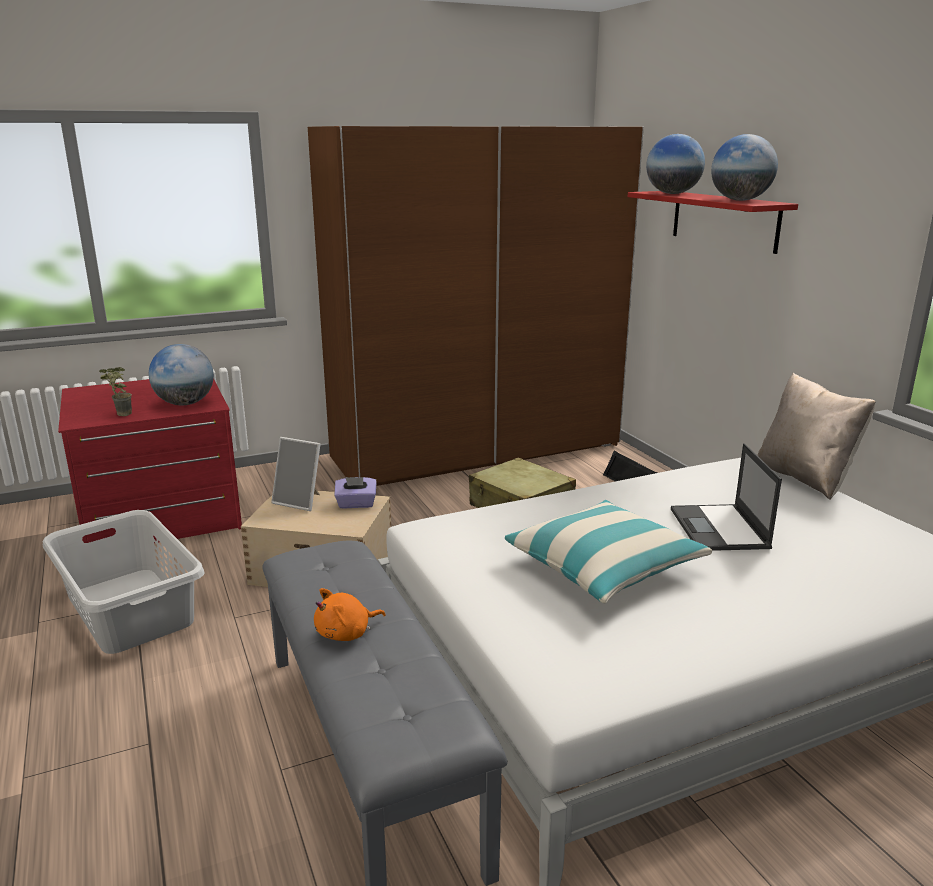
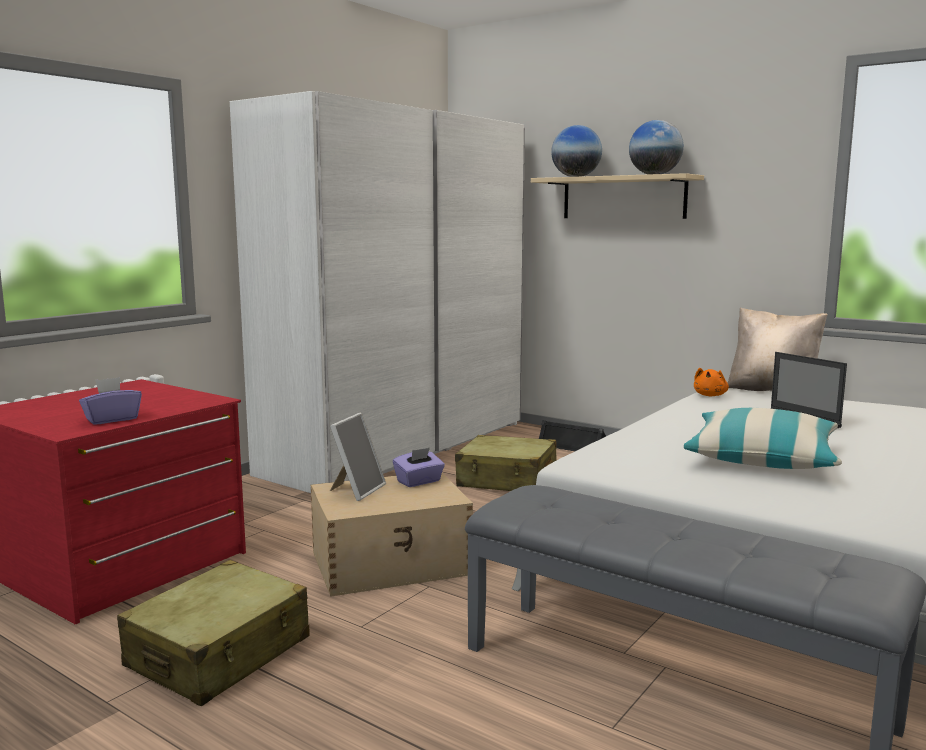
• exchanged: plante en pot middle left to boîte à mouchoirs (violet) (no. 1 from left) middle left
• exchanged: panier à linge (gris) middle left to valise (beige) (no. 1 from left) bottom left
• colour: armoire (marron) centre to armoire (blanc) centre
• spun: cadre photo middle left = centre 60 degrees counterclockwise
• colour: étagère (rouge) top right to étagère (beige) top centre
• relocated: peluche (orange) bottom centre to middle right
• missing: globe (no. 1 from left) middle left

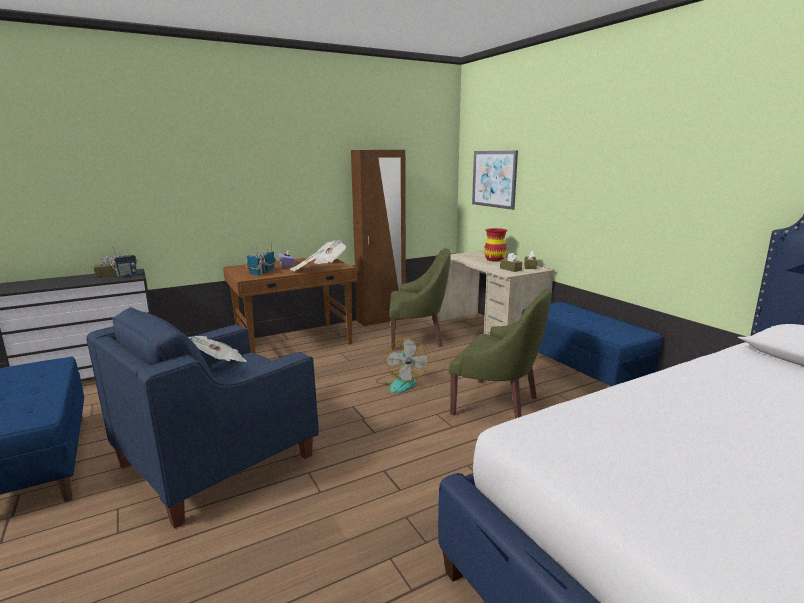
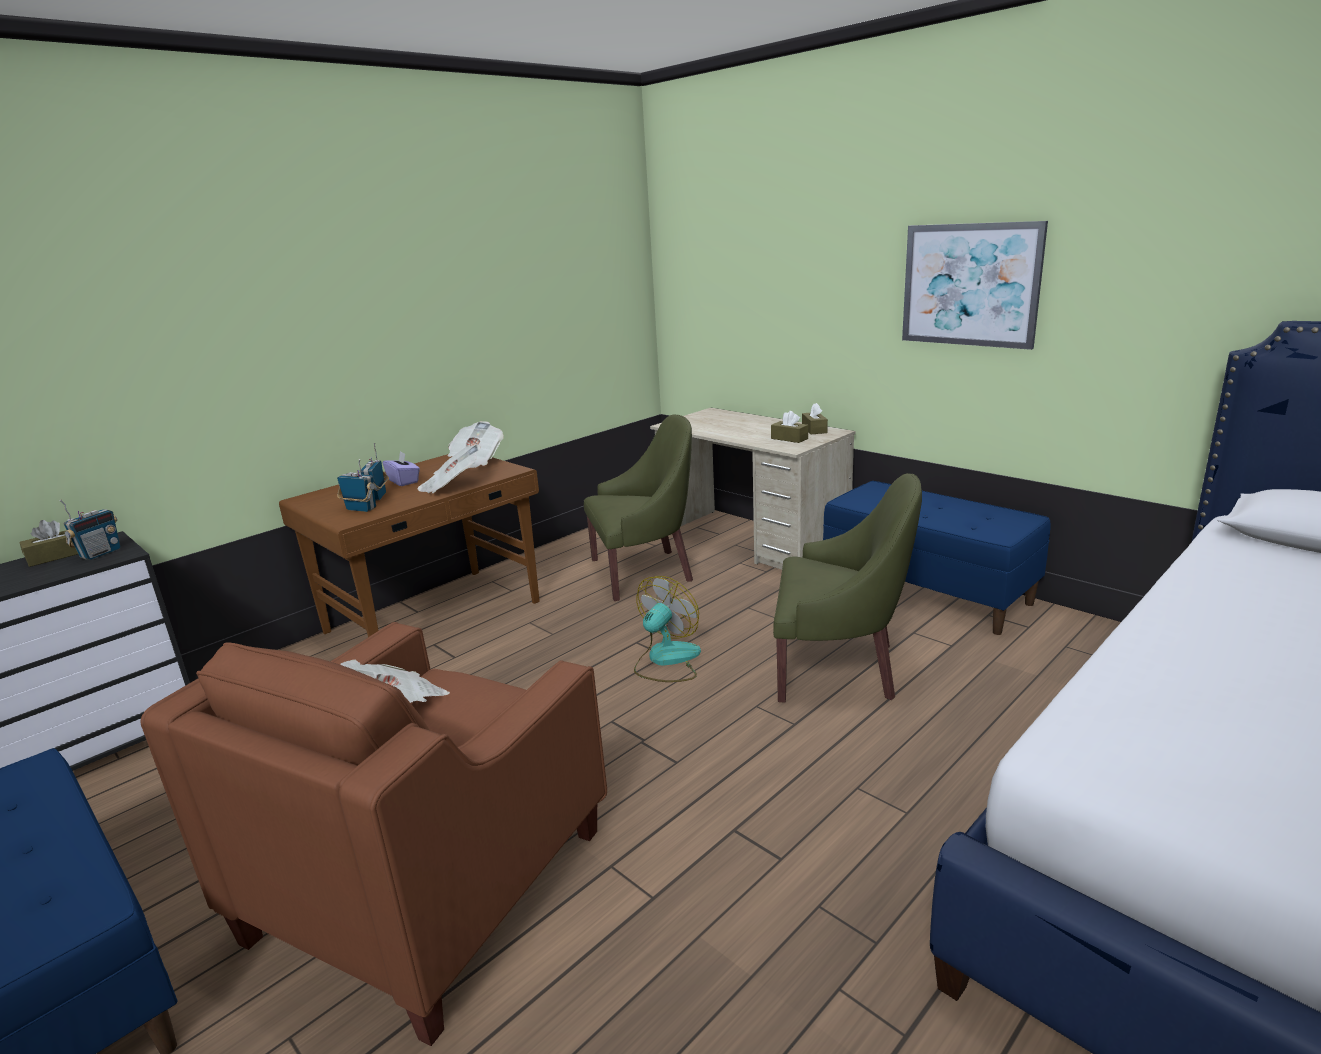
• colour: fauteuil (bleu) bottom left to fauteuil (marron) bottom left
• spun: ventilateur centre = centre 120 degrees counterclockwise
• relocated: tableau top centre to top right
• missing: armoire (marron) centre
• missing: vase (rouge) centre

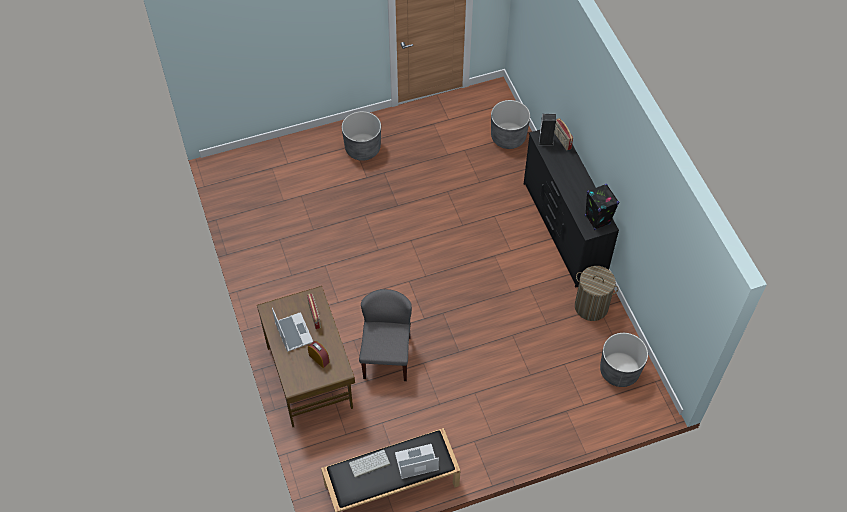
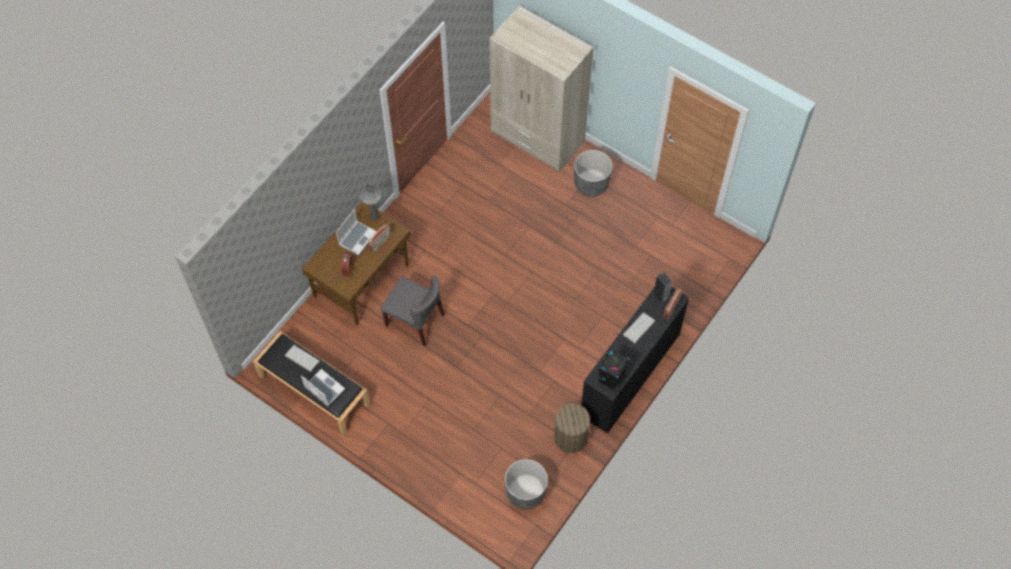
• appeared: lampe de table (gris) centre
• spun: chaise (gris) centre = centre 60 degrees clockwise
• appeared: armoire (beige) top centre
• appeared: clavier (no. 2 from left) centre
• missing: cache-pot (gris) (no. 2 from left) top centre

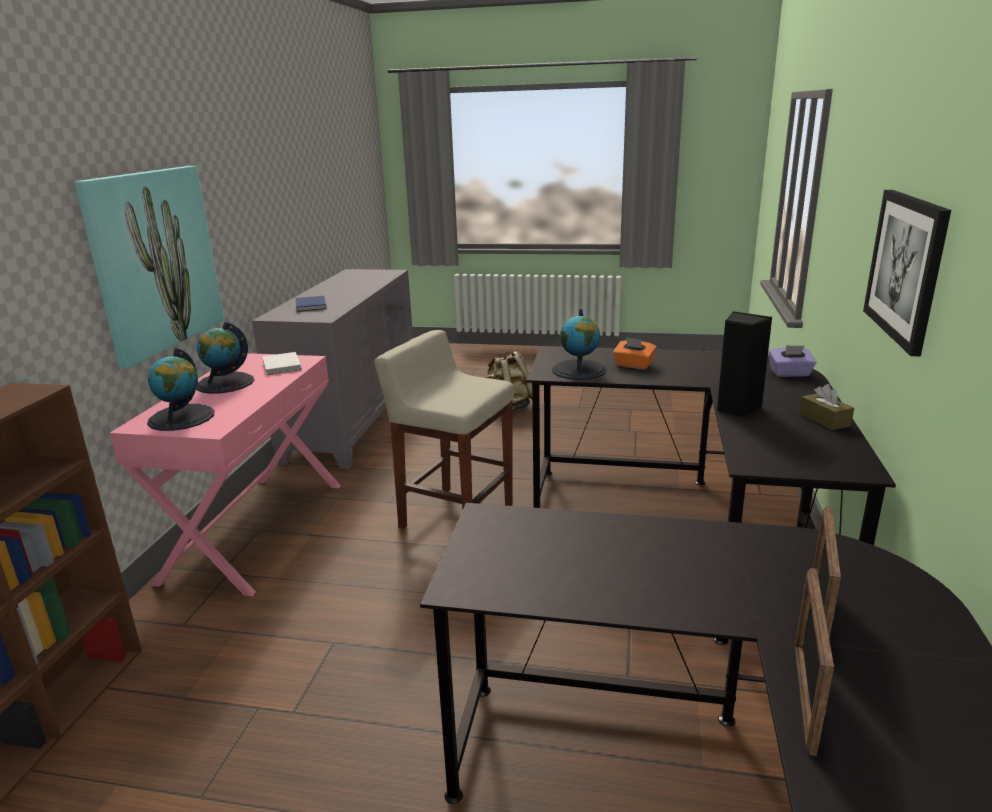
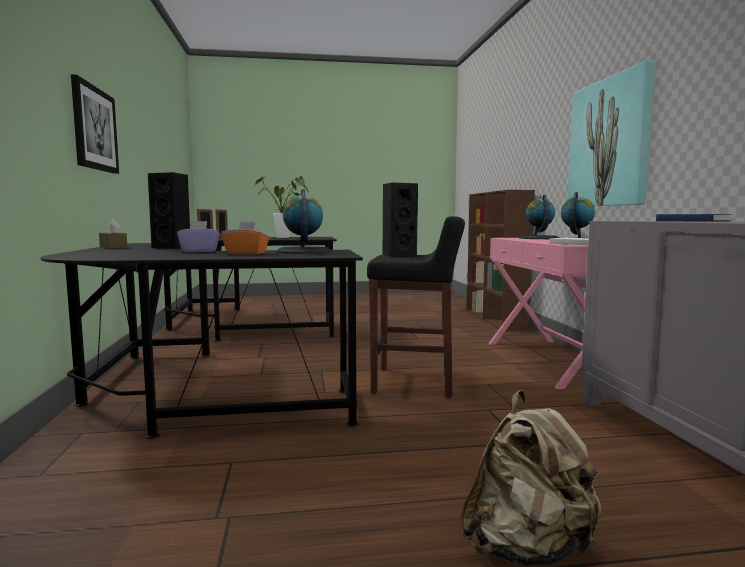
• relocated: boîte à mouchoirs (violet) middle right to middle left
• appeared: plante en pot centre
• colour: tabouret (beige) centre to tabouret (noir) centre
• appeared: enceinte (noir) (no. 2 from left) centre

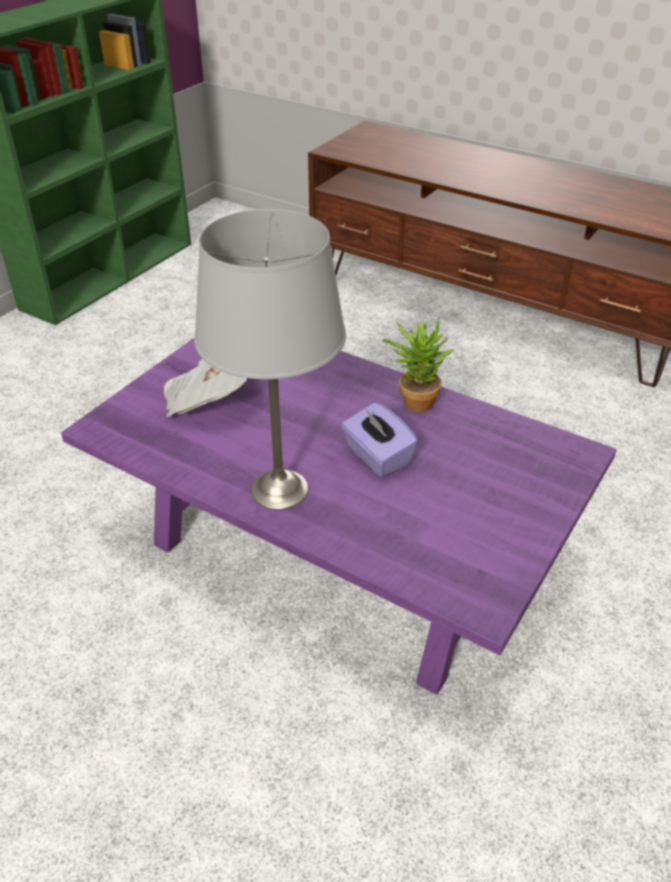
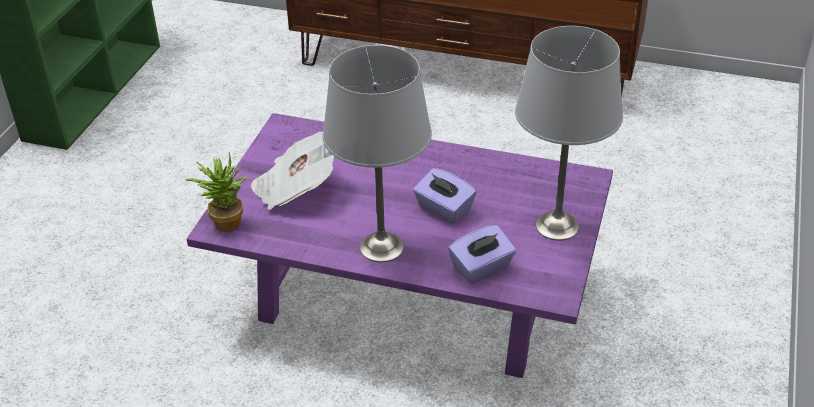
• relocated: plante en pot centre to middle left
• appeared: boîte à mouchoirs (violet) (no. 2 from left) centre
• appeared: lampe de table (gris) (no. 2 from left) top right

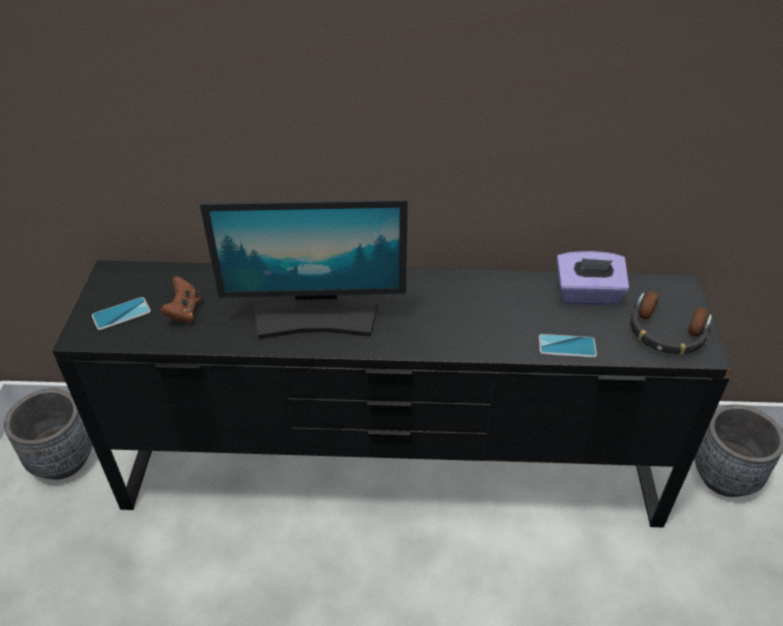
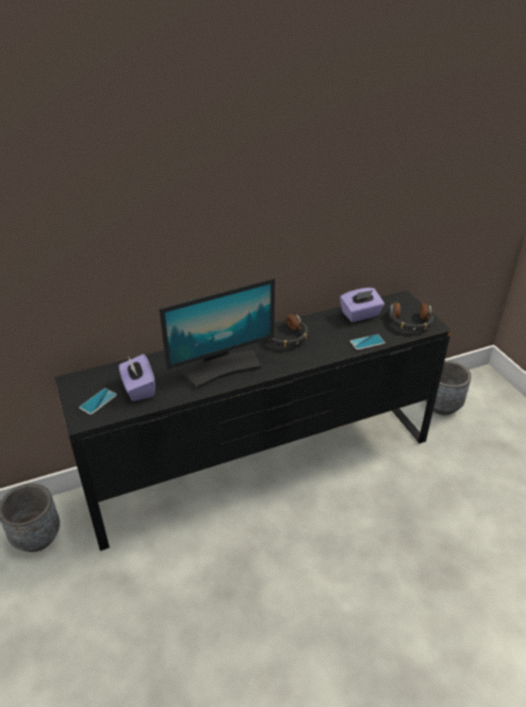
• exchanged: manette (marron) middle left to boîte à mouchoirs (violet) (no. 1 from left) middle left
• appeared: casque audio (no. 1 from left) centre

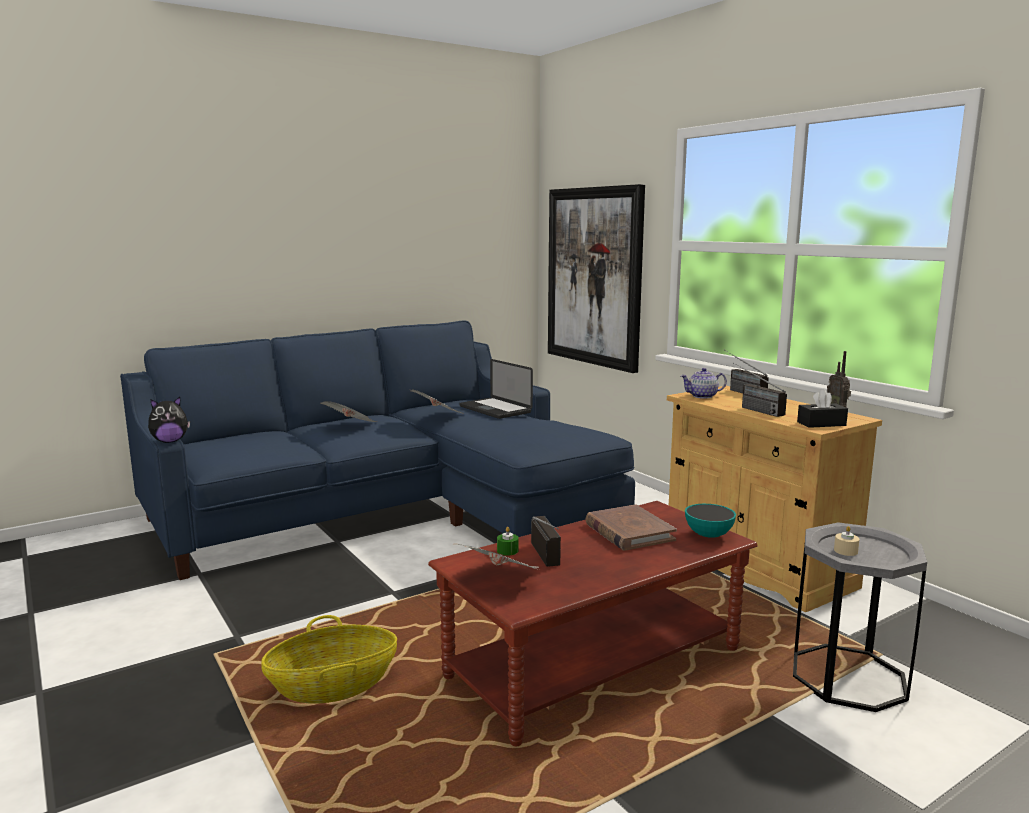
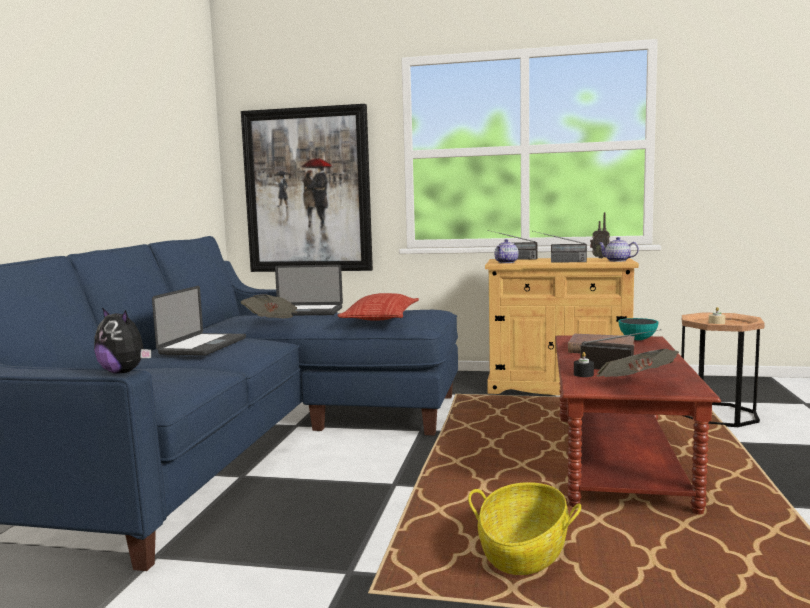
• spun: peluche middle left = middle left 105 degrees clockwise
• exchanged: journal (no. 1 from left) centre to ordinateur portable (no. 1 from left) middle left
• appeared: coussin centre
• colour: bougie (vert) centre to bougie (noir) middle right
• exchanged: boîte à mouchoirs (noir) middle right to théière (no. 2 from left) middle right
• colour: table d'appoint (gris) bottom right to table d'appoint (marron) middle right

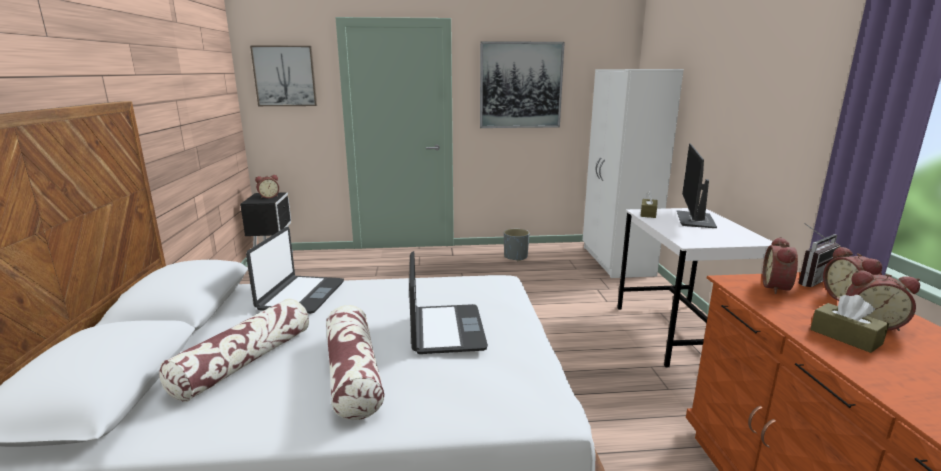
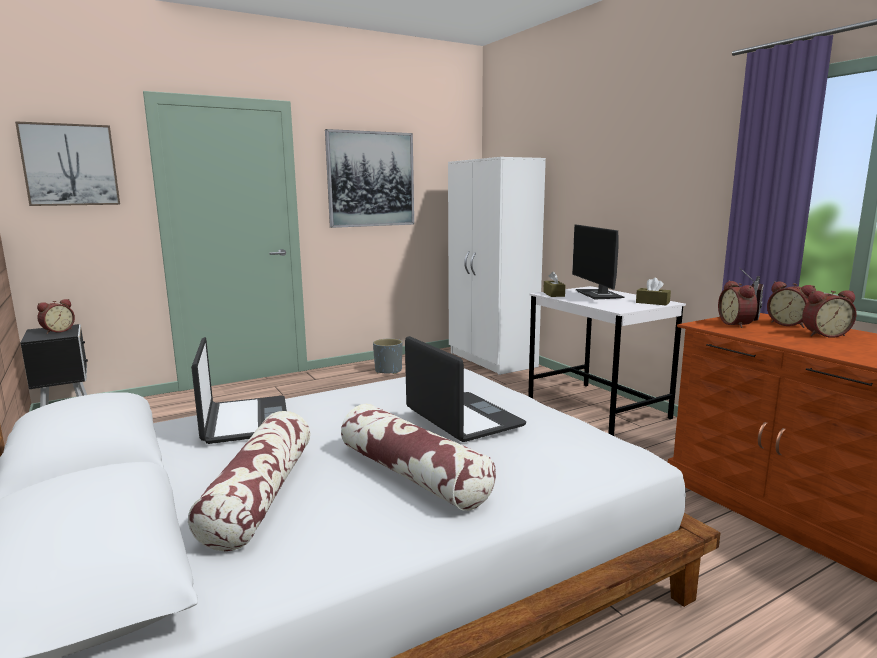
• relocated: boîte à mouchoirs (marron) (no. 2 from left) bottom right to middle right

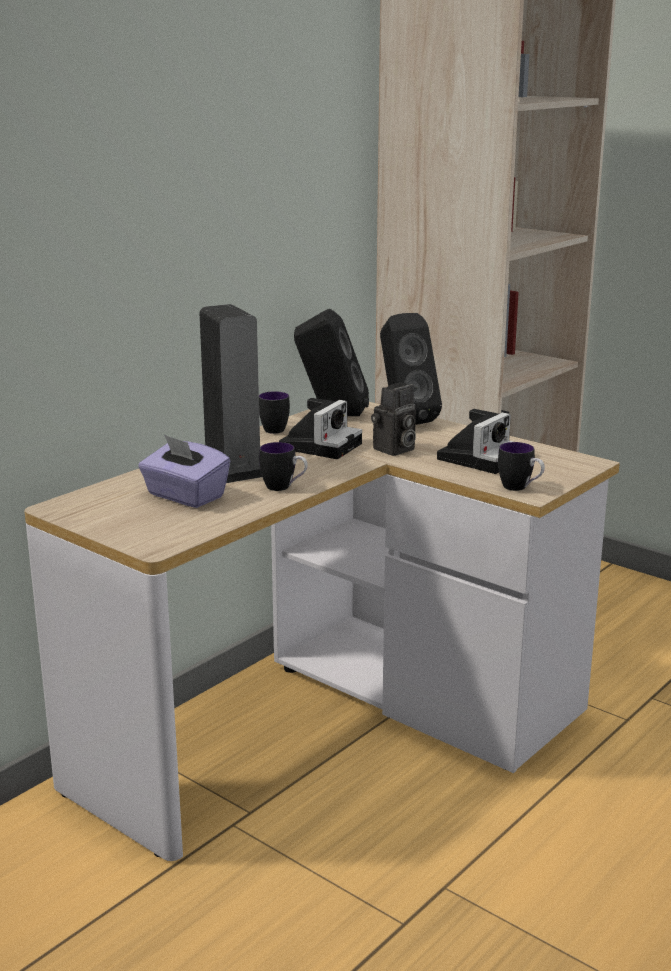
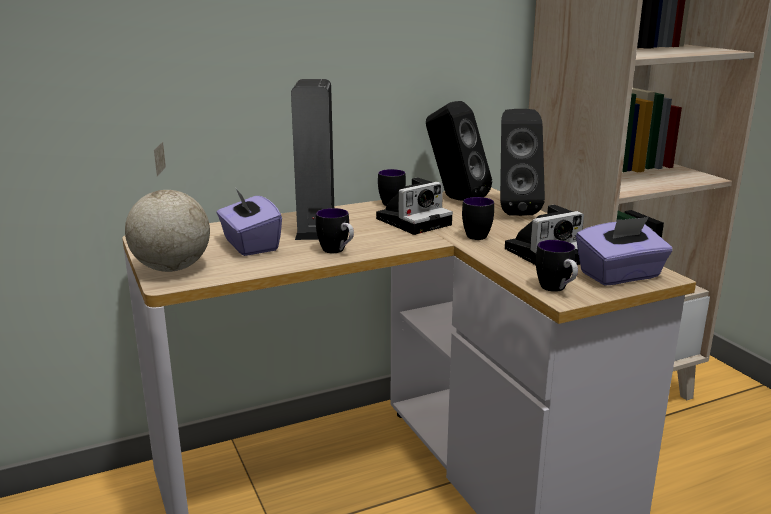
• appeared: globe middle left
• exchanged: appareil photo (no. 2 from left) centre to mug (no. 3 from left) centre
• appeared: boîte à mouchoirs (violet) (no. 2 from left) middle right

